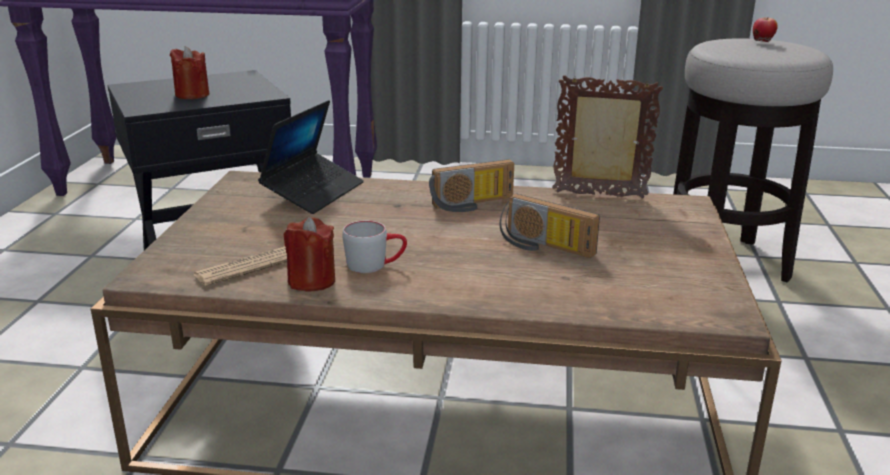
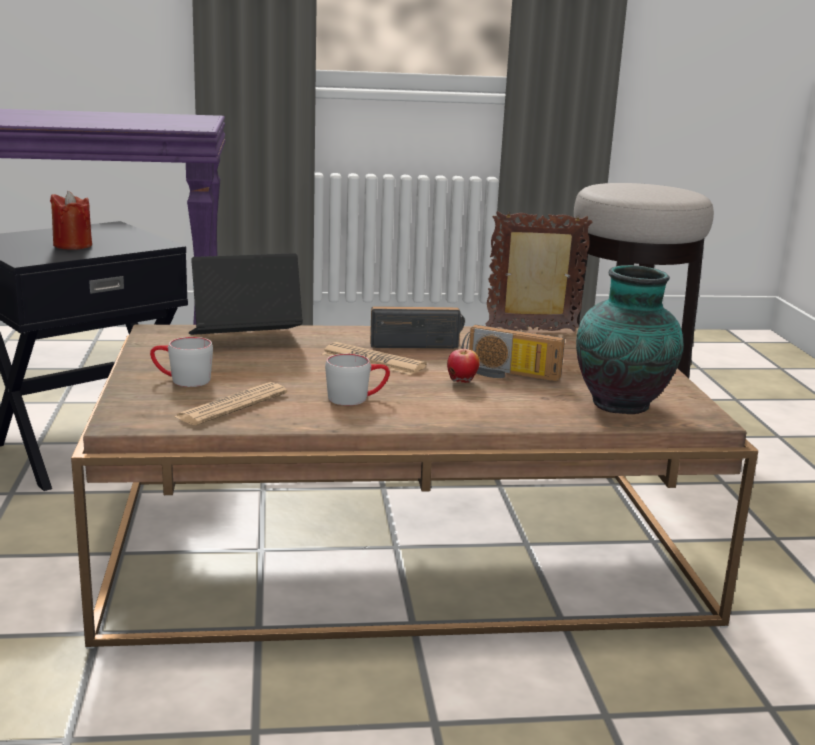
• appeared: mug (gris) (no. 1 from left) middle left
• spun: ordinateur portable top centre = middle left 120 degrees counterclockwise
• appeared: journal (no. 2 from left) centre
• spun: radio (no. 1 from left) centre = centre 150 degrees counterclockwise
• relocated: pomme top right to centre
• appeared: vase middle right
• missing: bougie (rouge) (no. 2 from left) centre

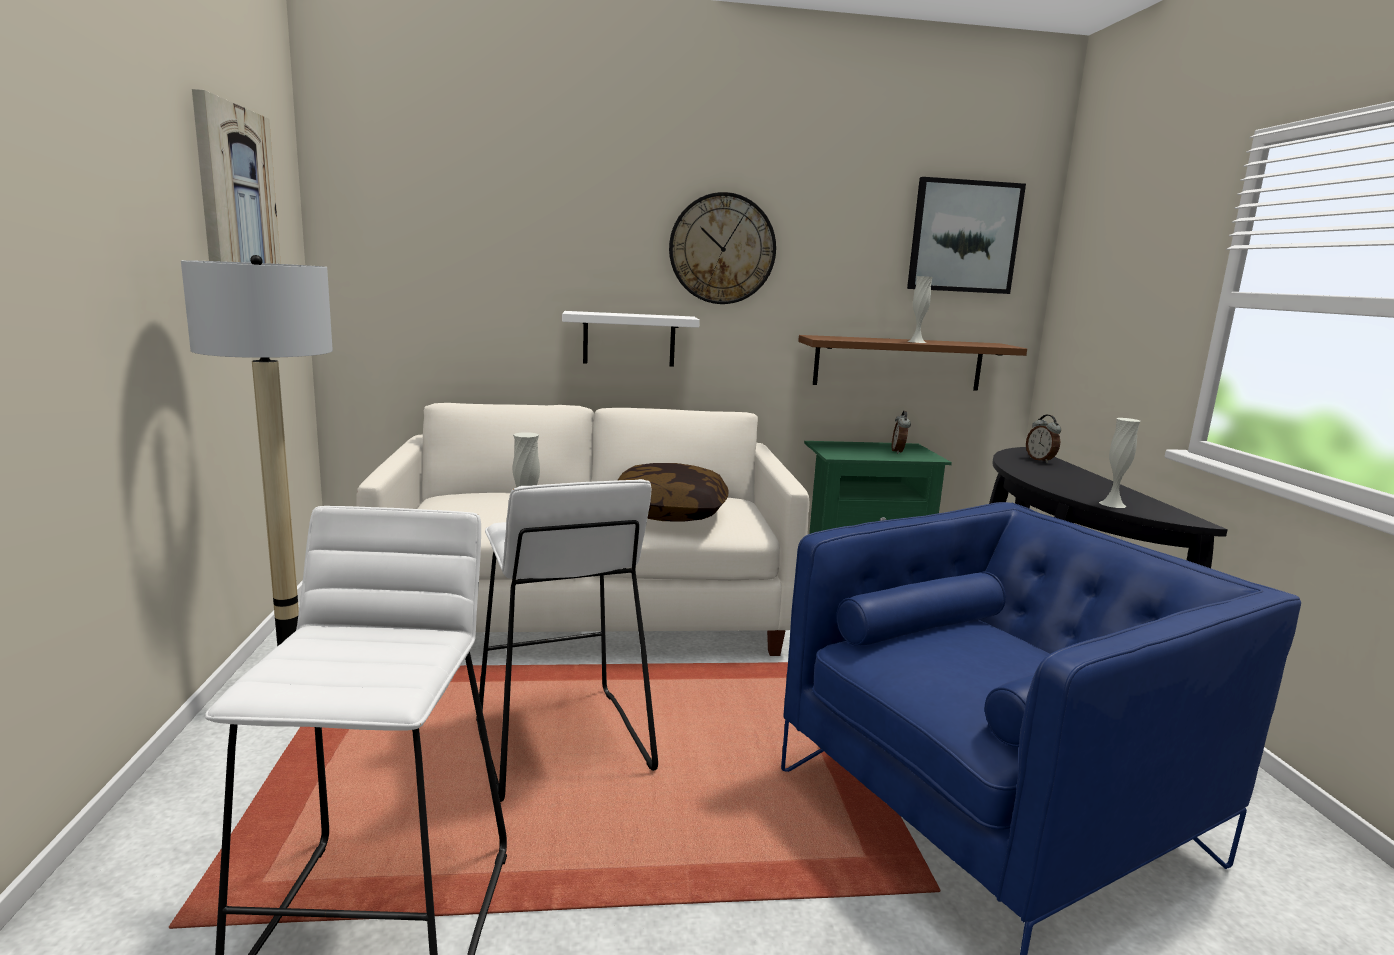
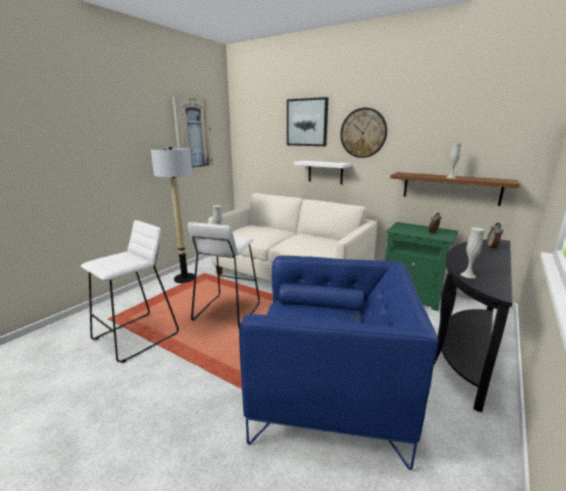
• relocated: tableau (no. 2 from left) top right to top centre
• missing: coussin centre

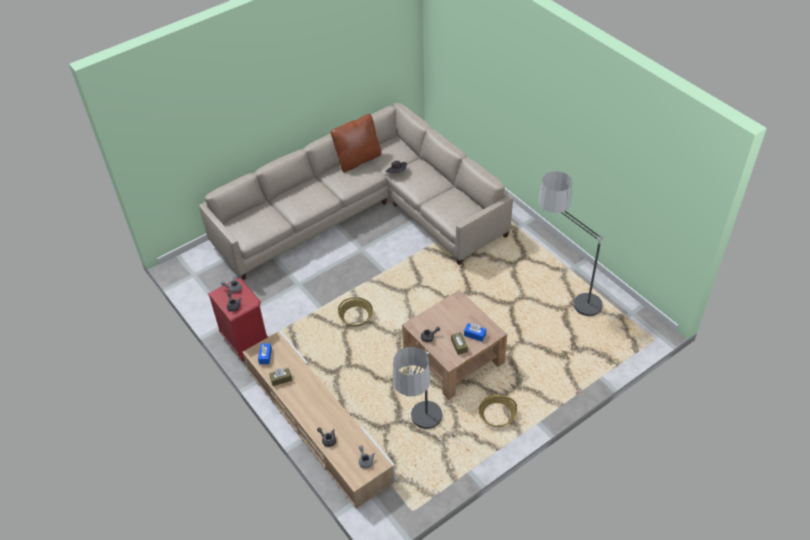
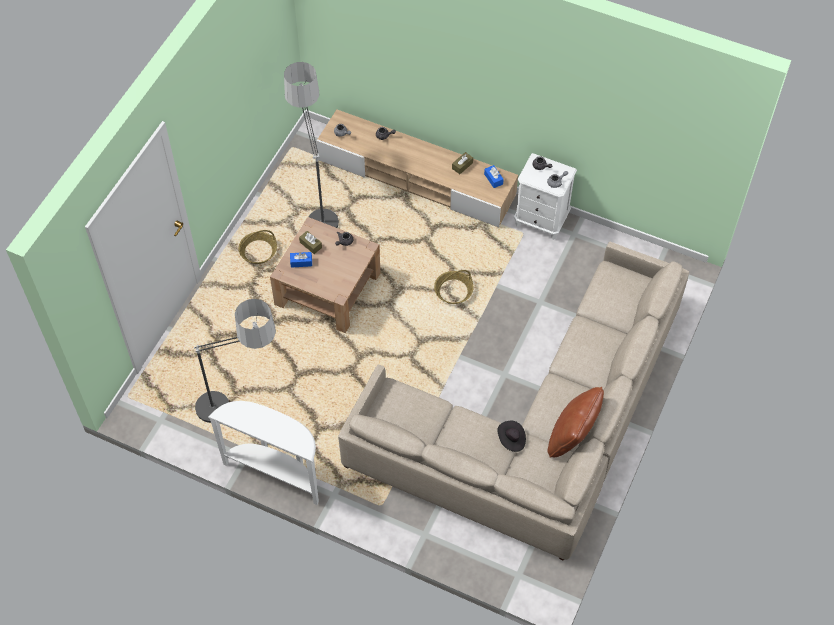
• appeared: table console (blanc) bottom left
• colour: table de chevet (rouge) middle left to table de chevet (blanc) top centre

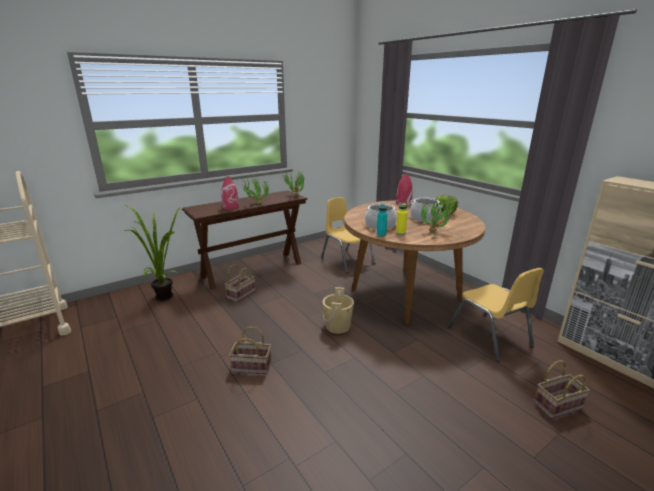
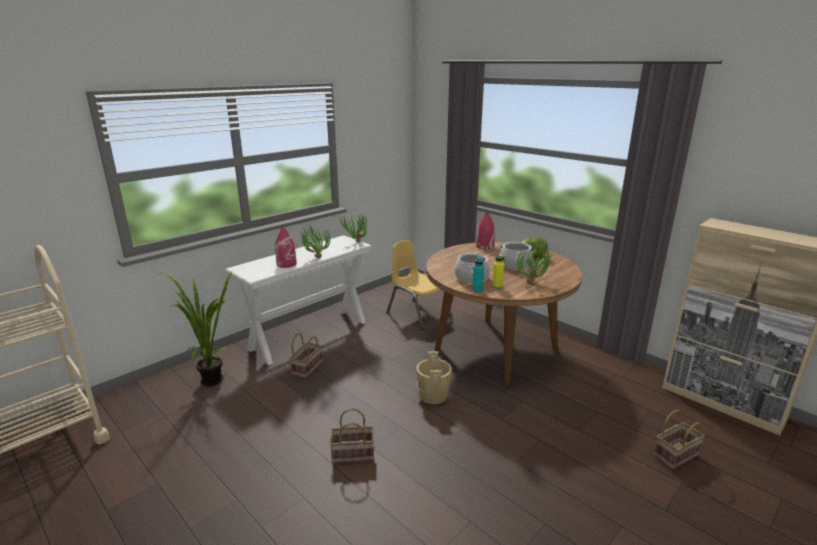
• colour: table console (marron) centre to table console (blanc) centre
• missing: chaise (jaune) (no. 2 from left) middle right

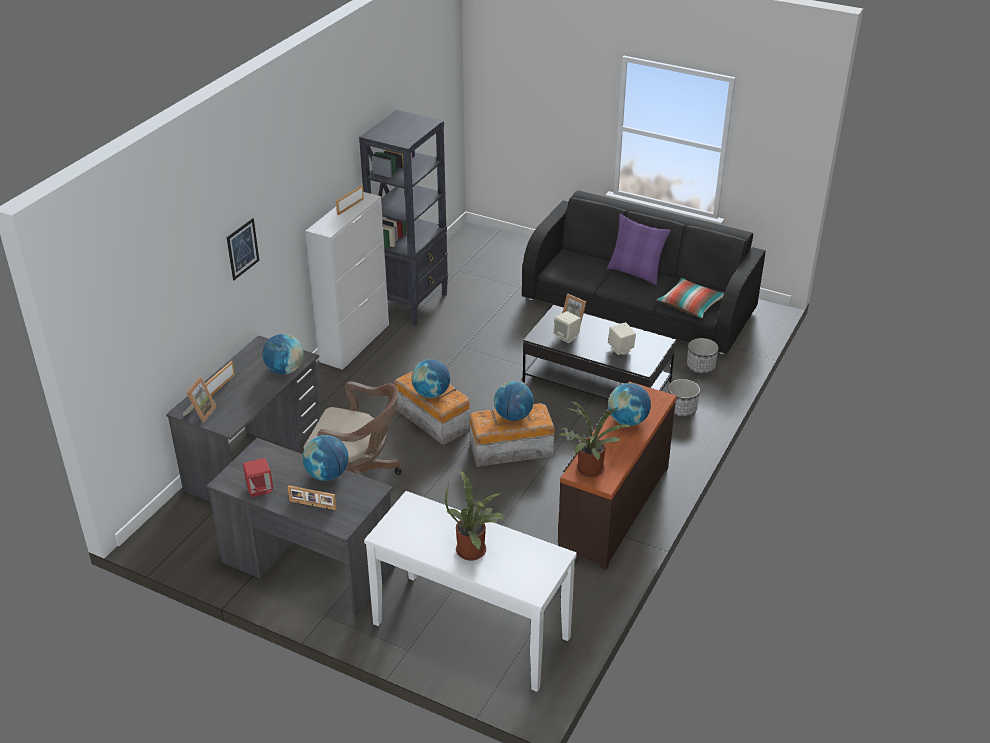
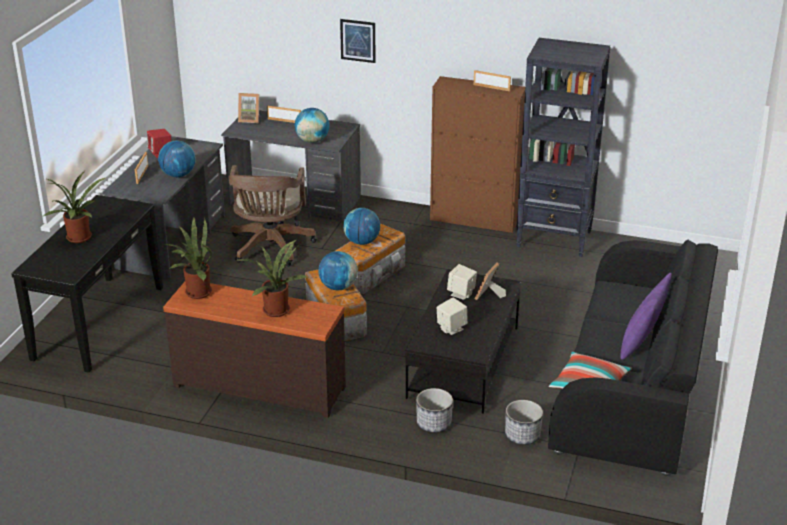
• colour: table console (blanc) bottom centre to table console (noir) middle left
• exchanged: globe (no. 5 from left) centre to plante en pot (no. 3 from left) centre
• colour: meuble de rangement (blanc) centre to meuble de rangement (marron) top centre

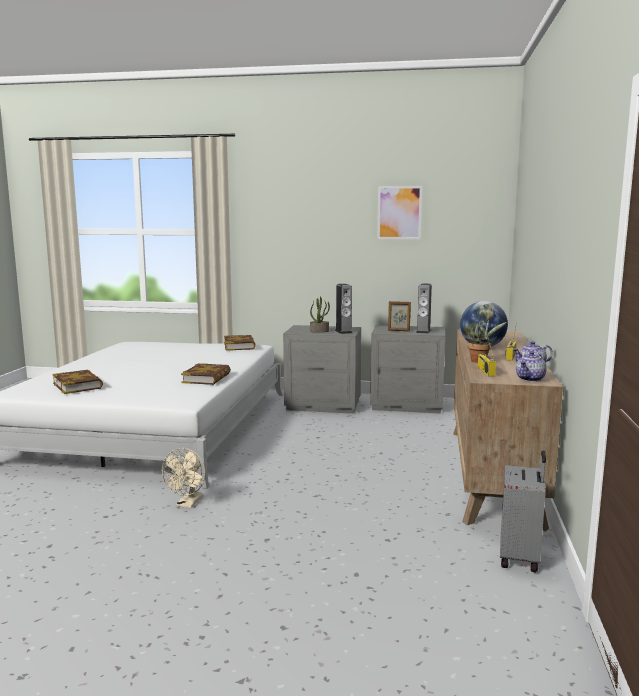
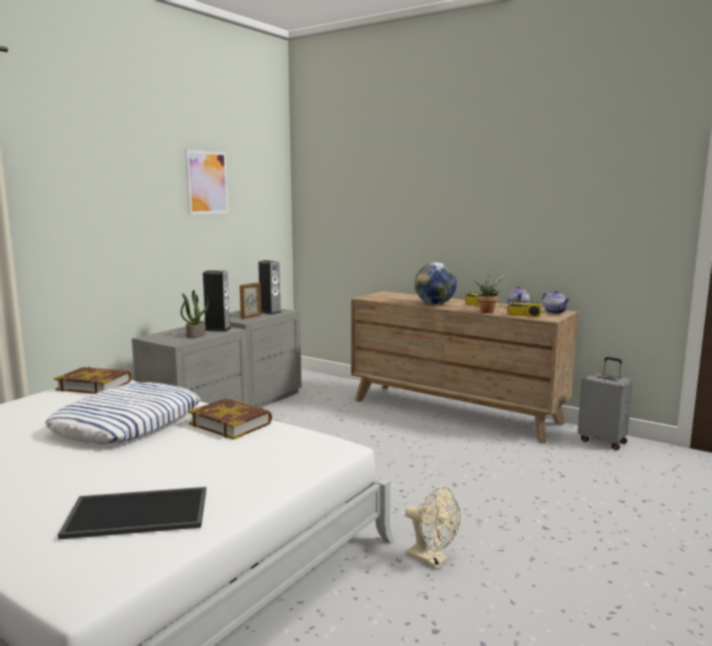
• appeared: coussin middle left
• exchanged: livre (no. 1 from left) middle left to plateau bottom left

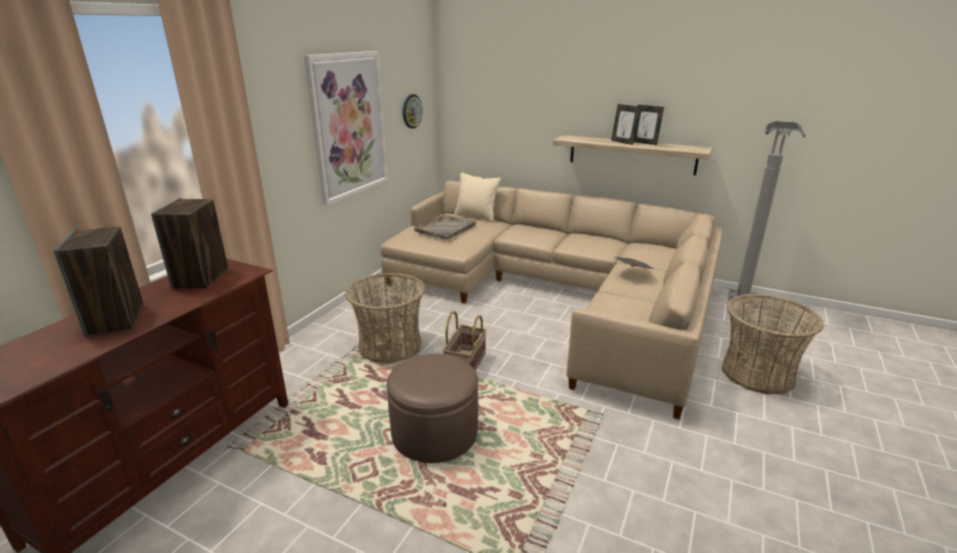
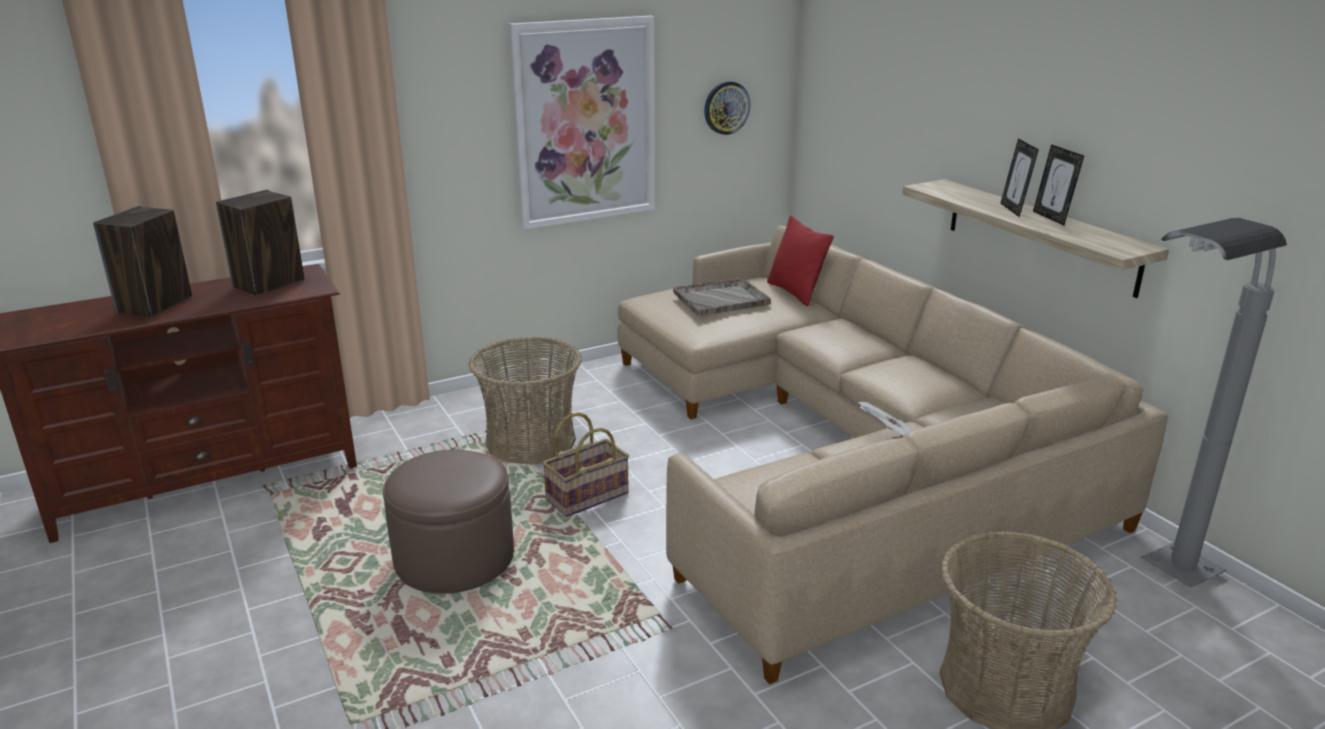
• colour: coussin (beige) centre to coussin (rouge) centre

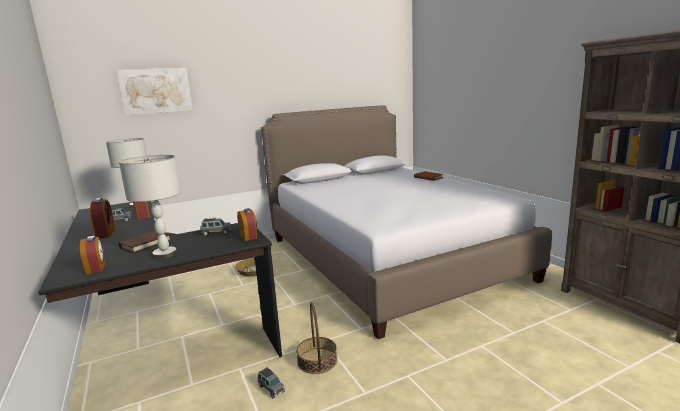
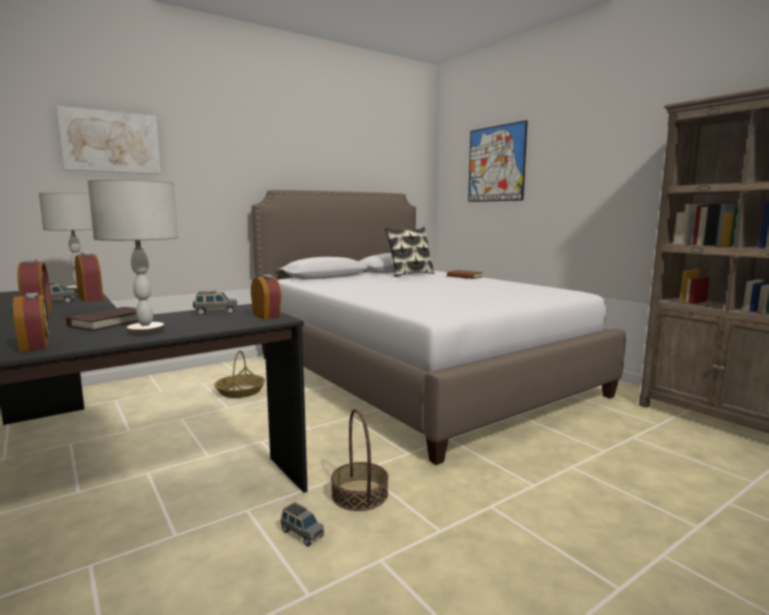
• appeared: coussin centre
• appeared: tableau (no. 2 from left) top centre

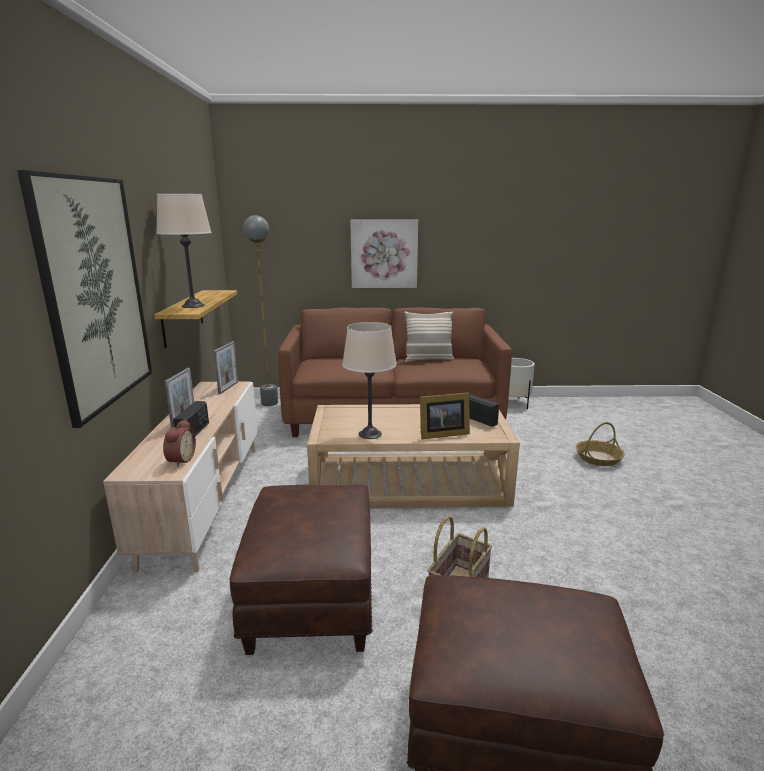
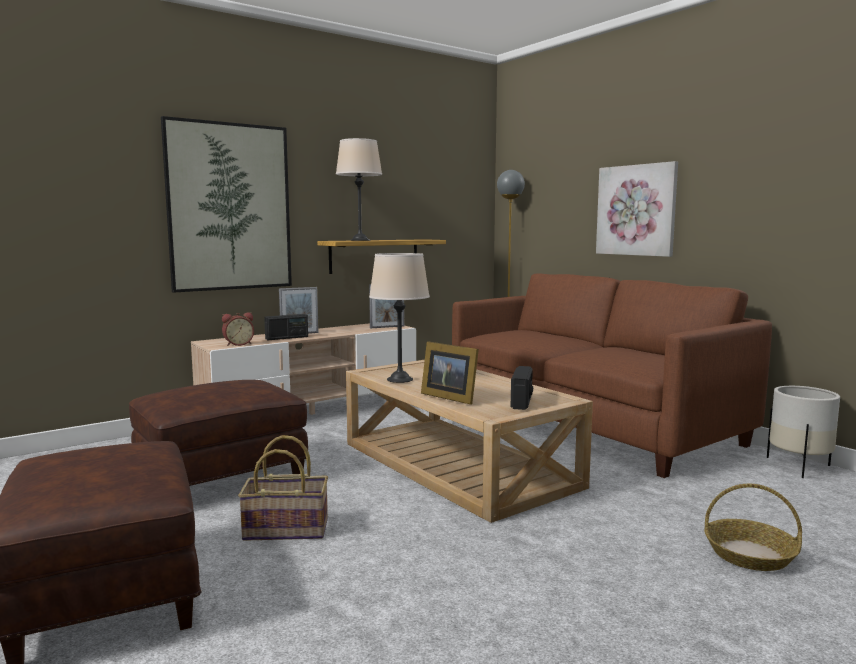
• missing: coussin centre

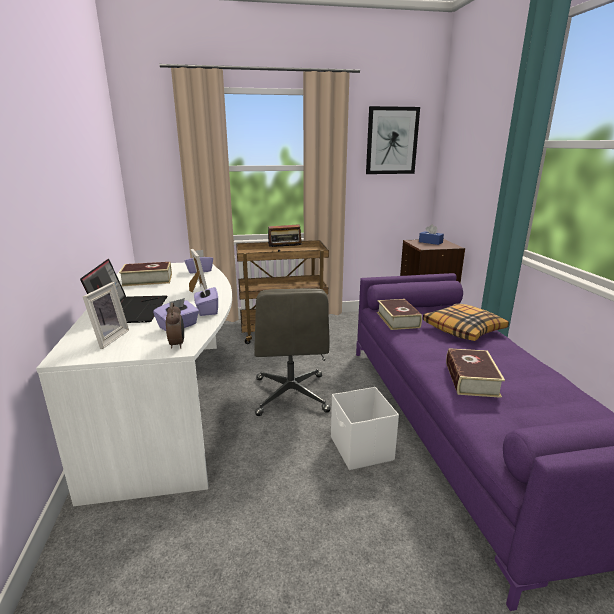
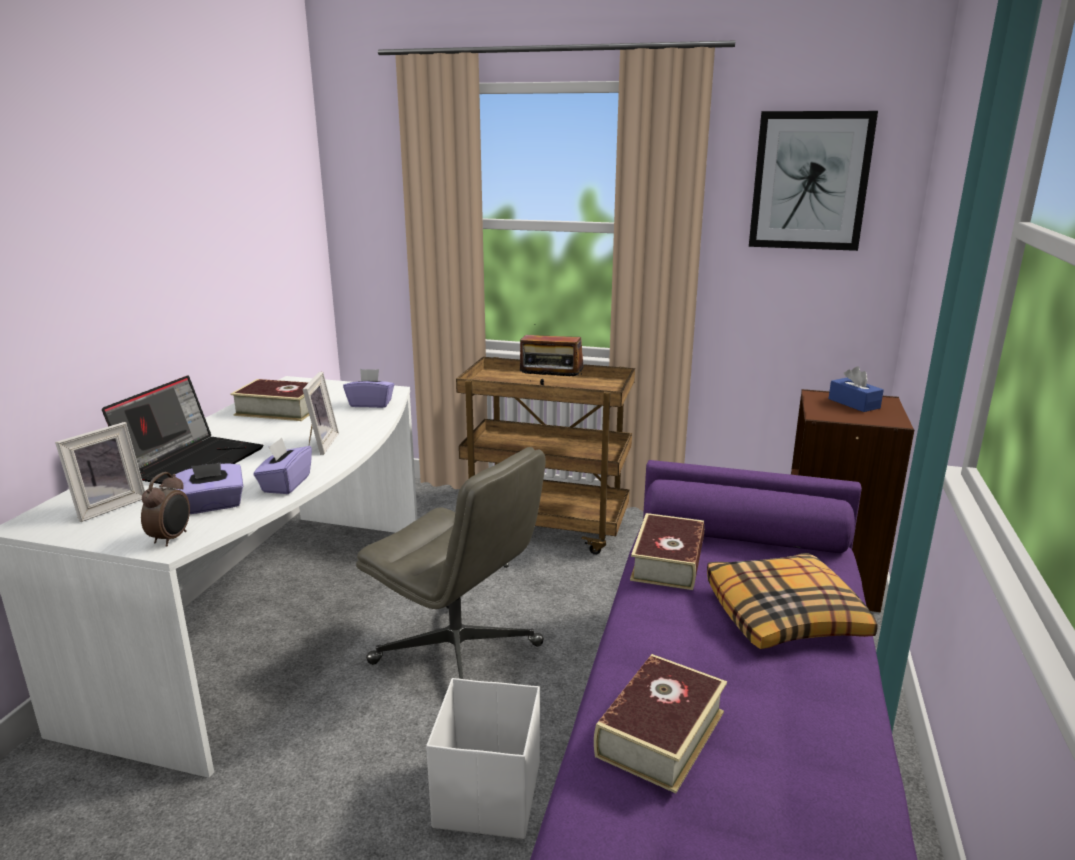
• spun: chaise de bureau (gris) centre = centre 75 degrees counterclockwise

